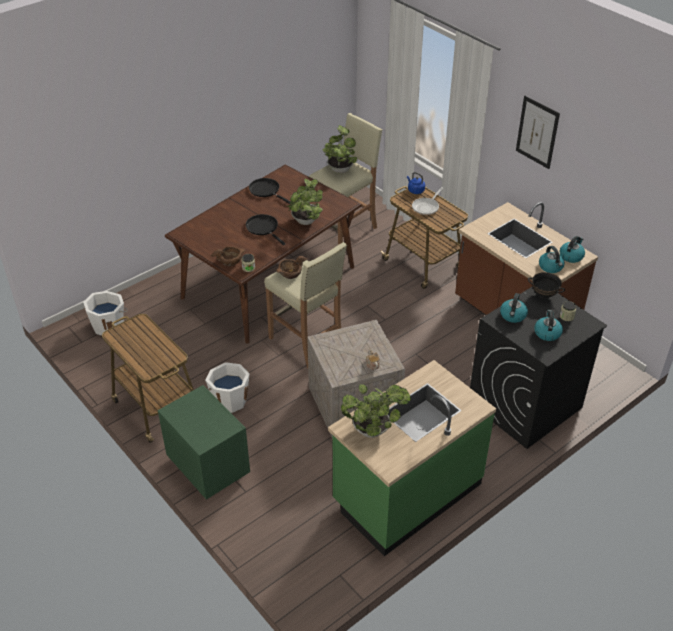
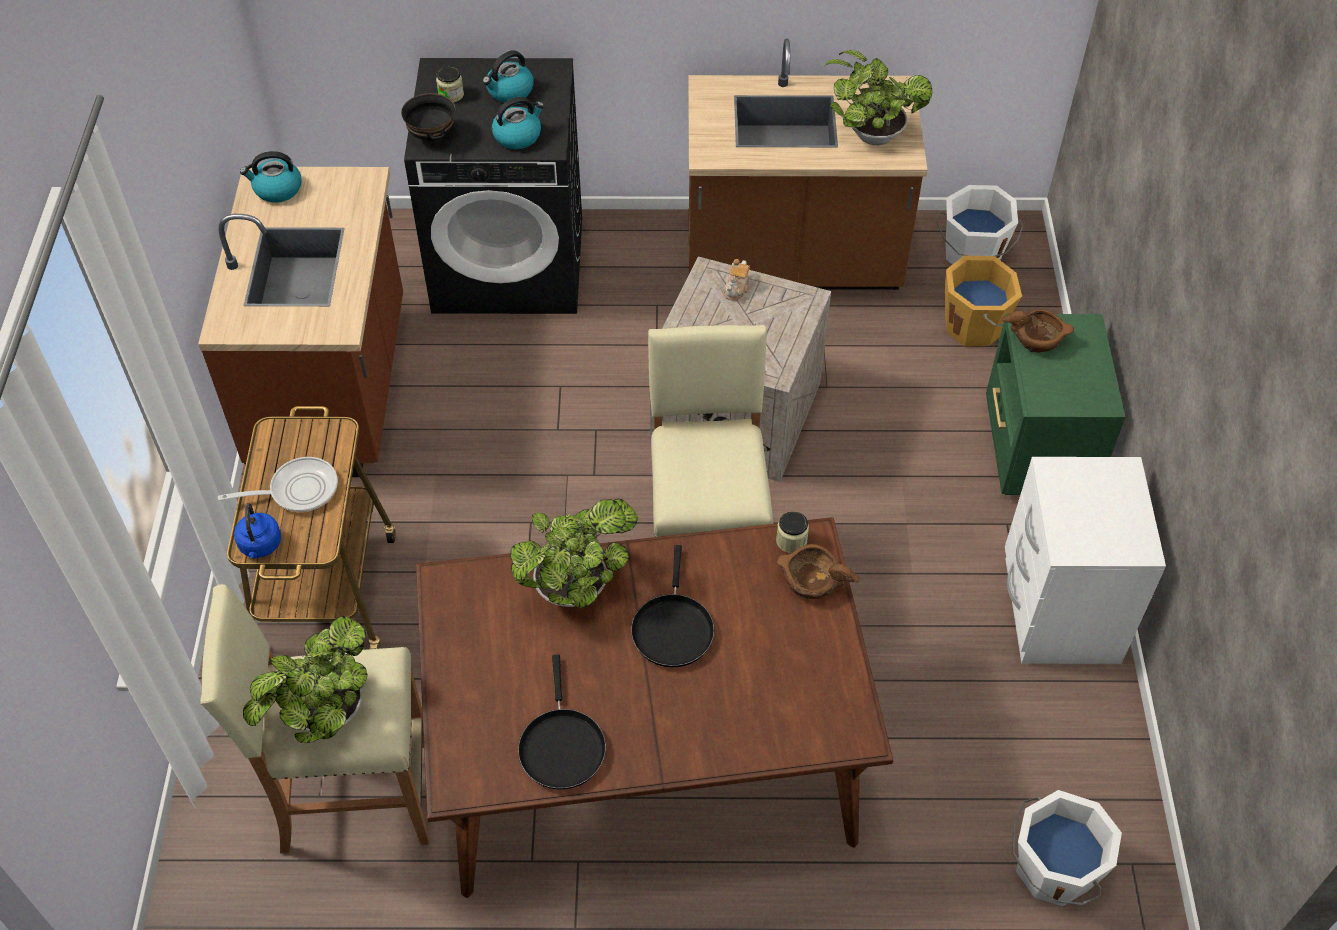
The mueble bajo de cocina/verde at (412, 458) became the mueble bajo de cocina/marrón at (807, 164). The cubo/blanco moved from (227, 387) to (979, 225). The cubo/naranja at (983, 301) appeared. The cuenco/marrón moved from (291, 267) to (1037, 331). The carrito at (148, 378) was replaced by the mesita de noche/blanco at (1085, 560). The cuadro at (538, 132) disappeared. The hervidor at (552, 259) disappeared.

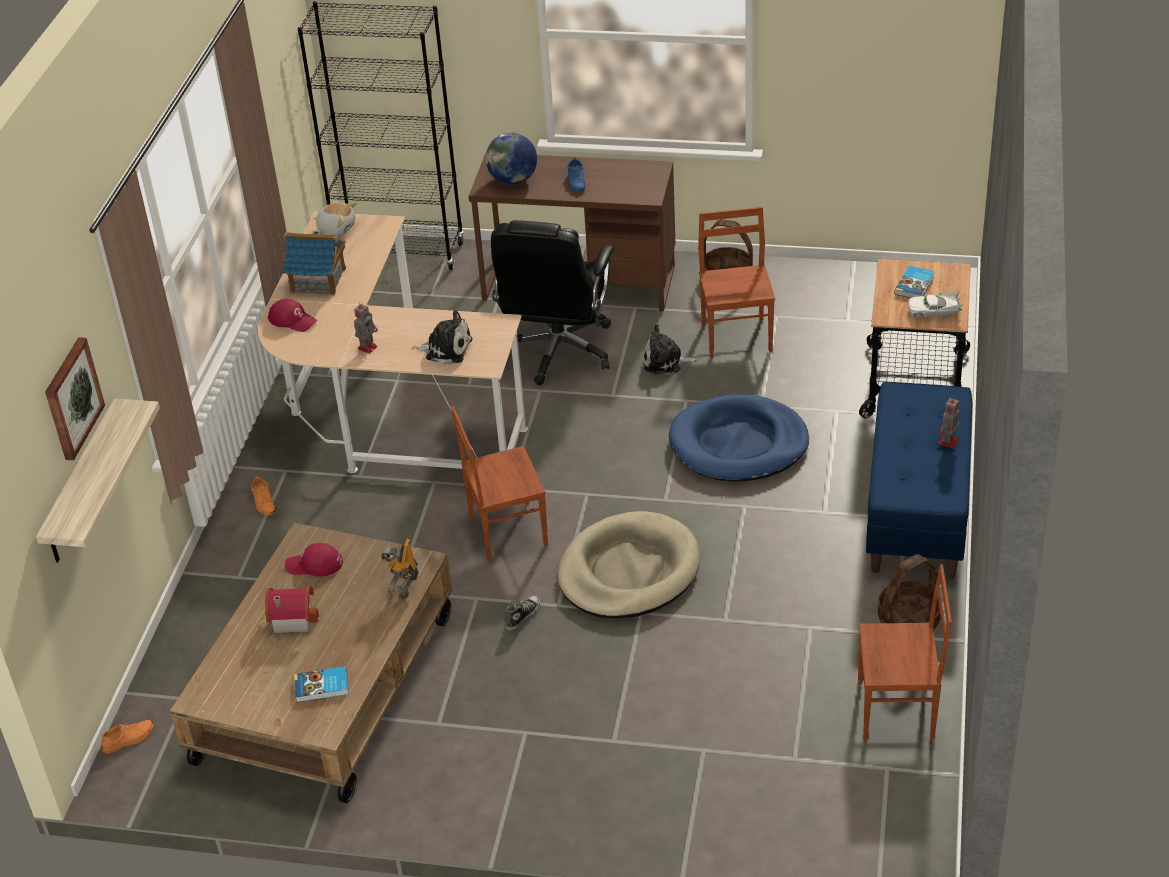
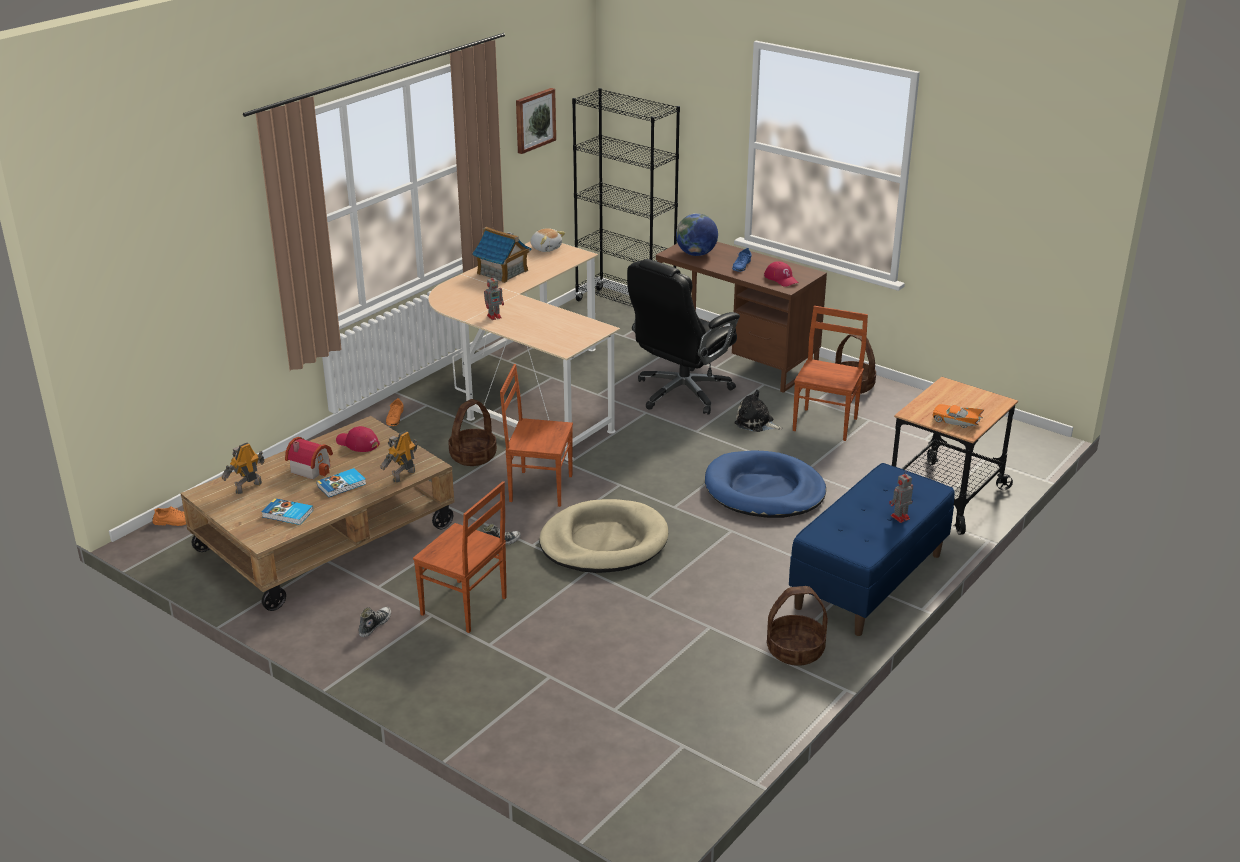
The robot de juguete at (243, 468) appeared. The libro moved from (914, 282) to (341, 482). The zapato at (374, 622) appeared. The silla/marrón moved from (905, 652) to (460, 557). The cesta at (472, 432) appeared. The cuadro moved from (75, 399) to (536, 121). The gorra/rojo moved from (292, 315) to (781, 274). The coche de juguete/blanco at (936, 305) became the coche de juguete/naranja at (958, 416). The estante at (98, 480) disappeared. The peluche at (442, 337) disappeared.

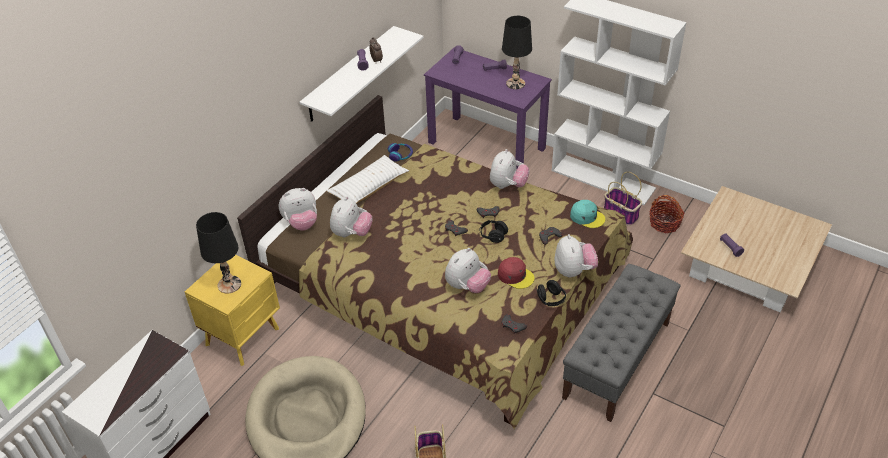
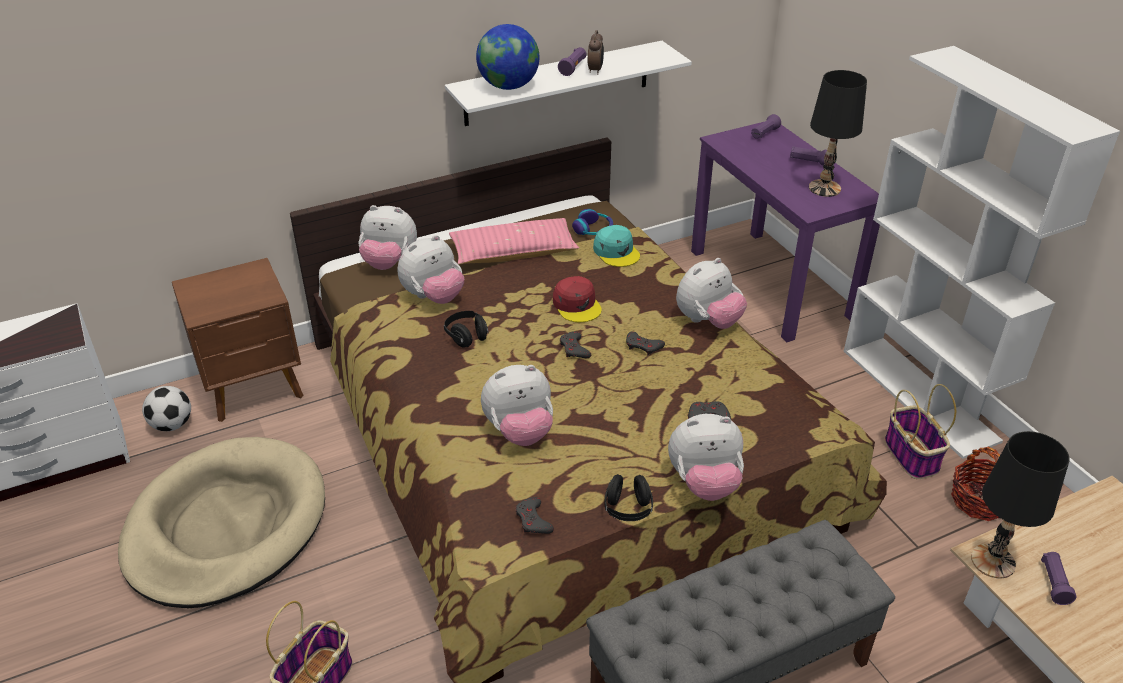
The balón de fútbol at (166, 408) appeared. The mesita de noche/amarillo at (232, 310) became the mesita de noche/marrón at (237, 340). The auriculares/negro moved from (494, 231) to (466, 329). The cojín/blanco at (368, 179) became the cojín/rosa at (514, 241). The globo terráqueo at (507, 57) appeared. The gorra/rojo moved from (516, 273) to (577, 299). The gorra/turquesa moved from (587, 214) to (616, 246). The peluche at (576, 256) turned 60 degrees clockwise. The lámpara de mesa/negro moved from (218, 253) to (1020, 504).

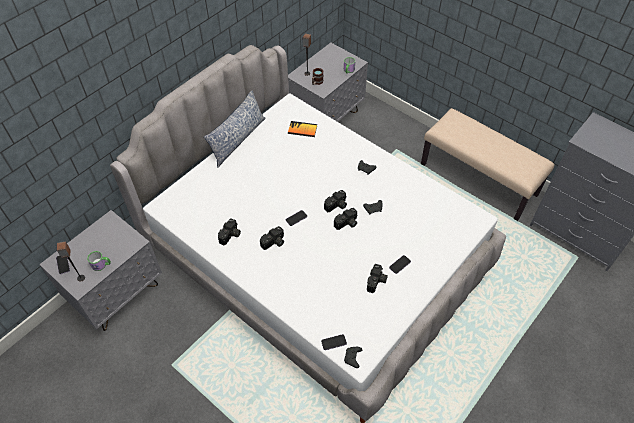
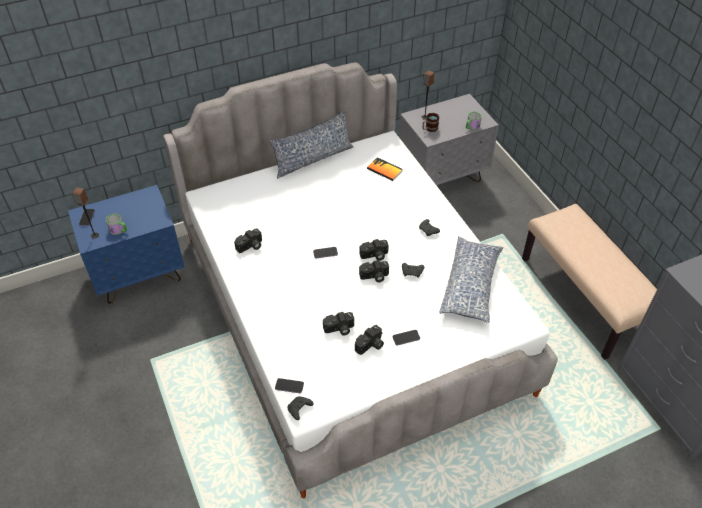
The mesita de noche/gris at (100, 270) became the mesita de noche/azul at (126, 244). The cámara moved from (272, 238) to (338, 323). The cojín at (471, 279) appeared.

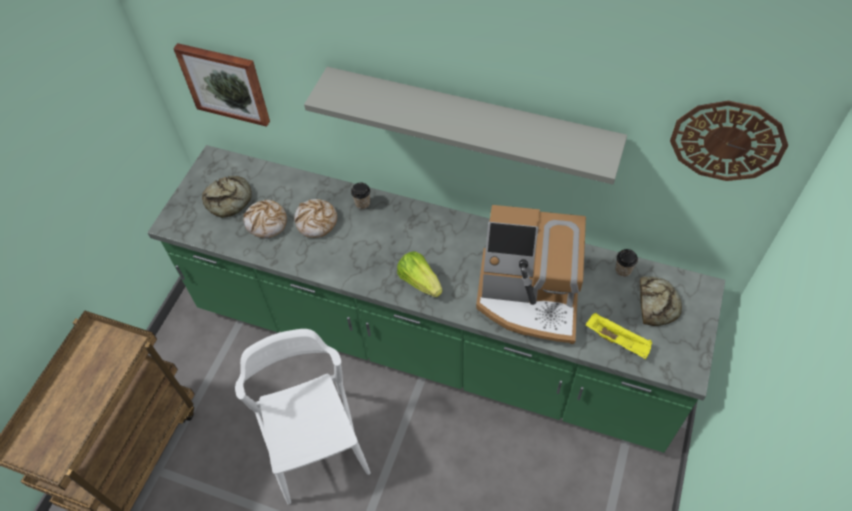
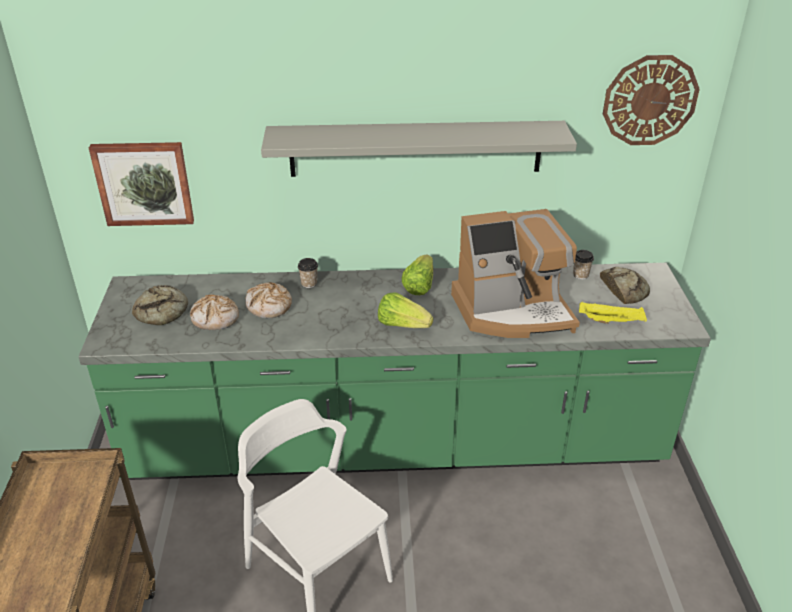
The lechuga at (417, 274) appeared.

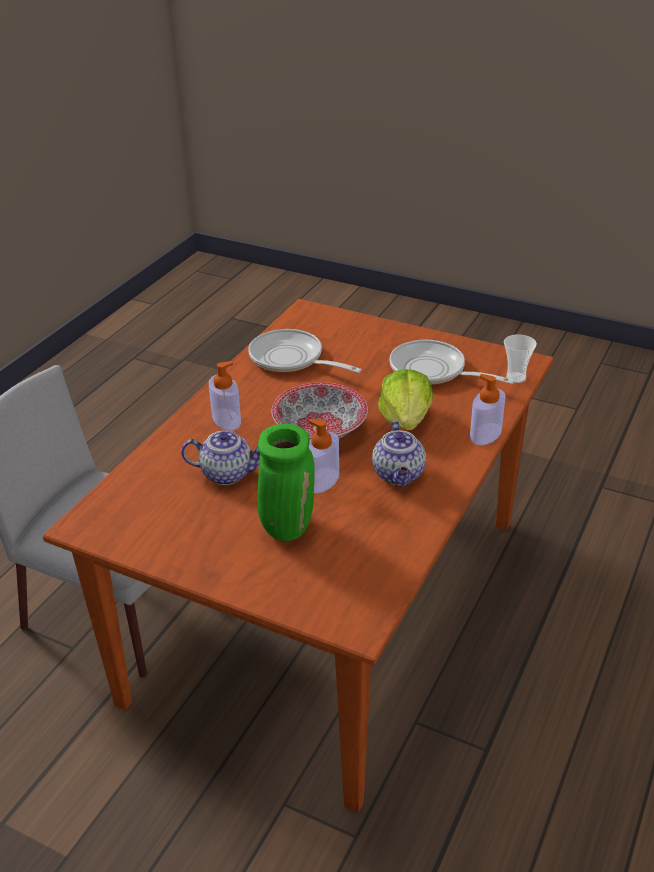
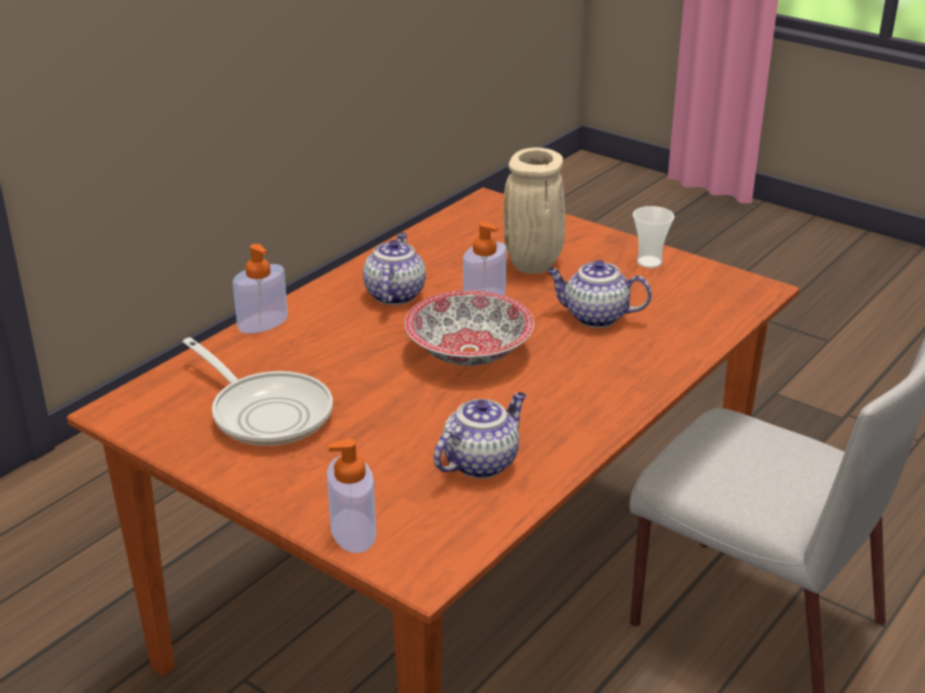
The dispensador de jabón moved from (225, 396) to (351, 496). The sartén at (305, 351) was replaced by the tetera at (479, 435). The florero/verde at (286, 482) became the florero/beis at (534, 211). The taza moved from (520, 358) to (653, 237). The lechuga at (405, 399) disappeared.

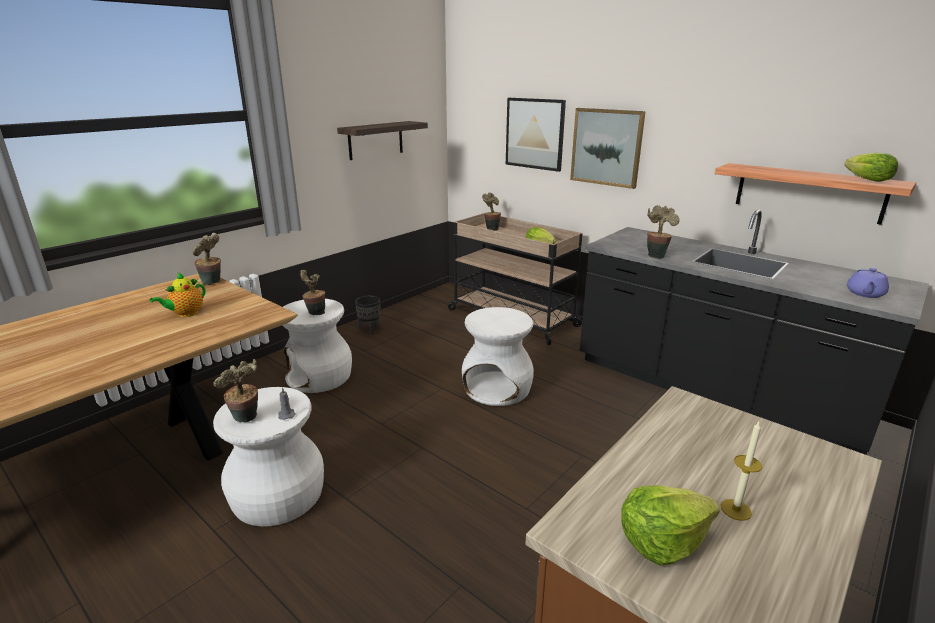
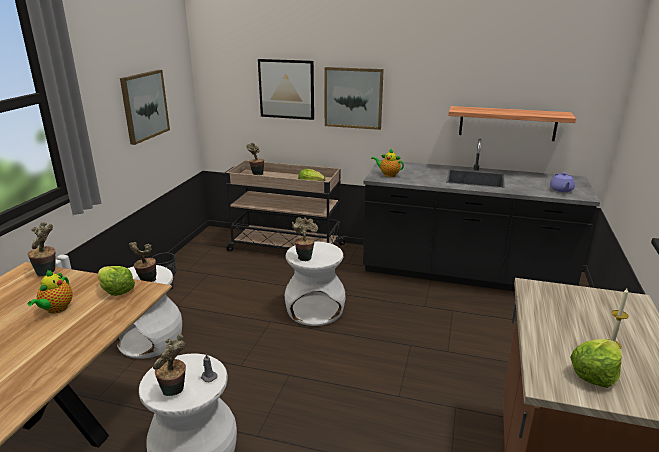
The lechuga moved from (871, 167) to (116, 281). The estante at (382, 140) was replaced by the cuadro at (145, 107). The planta en maceta moved from (663, 232) to (305, 239). The tetera at (387, 163) appeared.

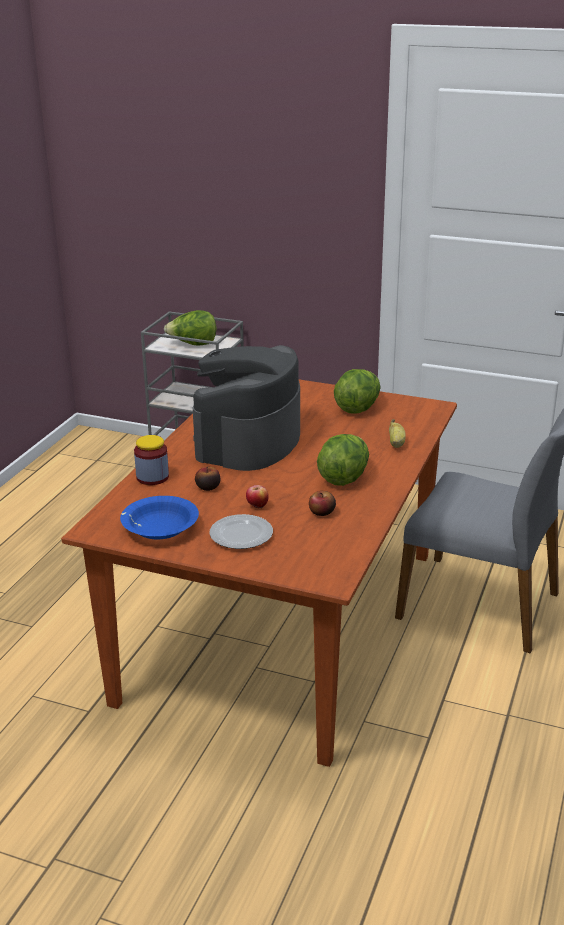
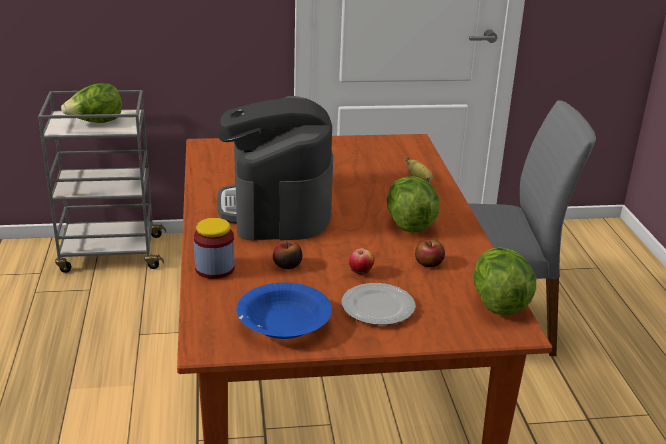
The lechuga moved from (357, 391) to (505, 281).

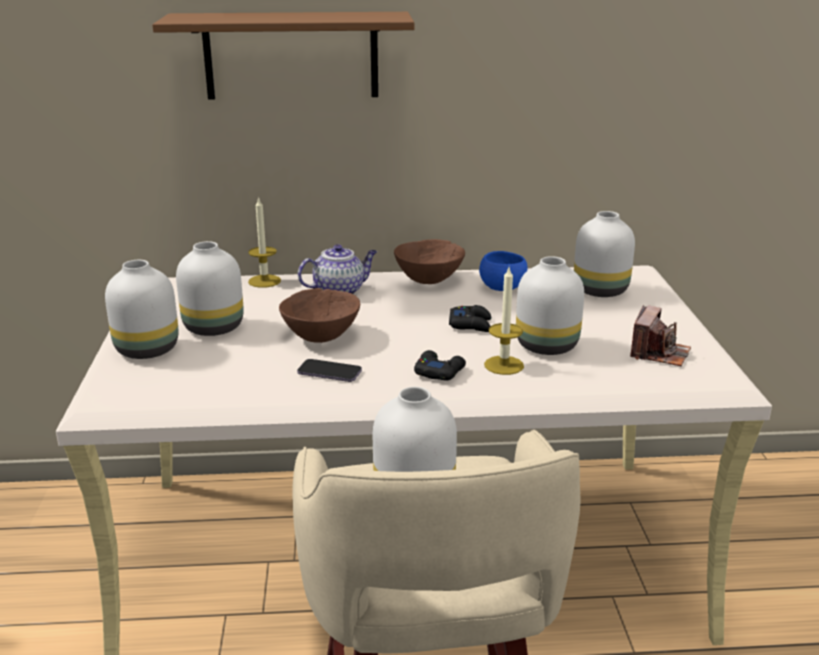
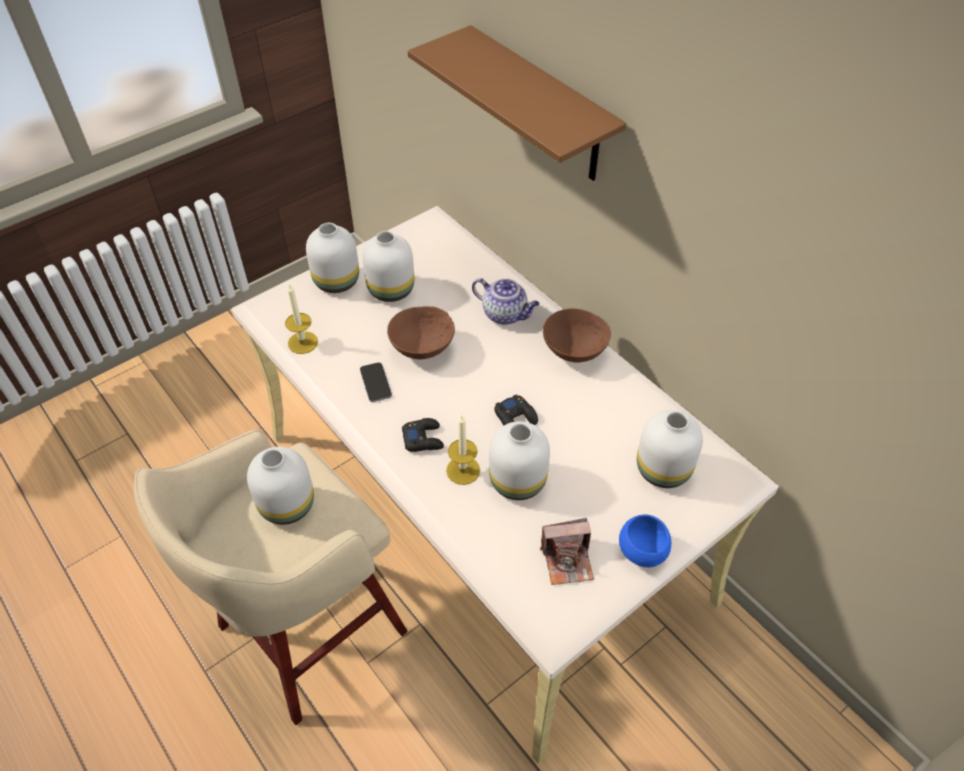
The vela moved from (264, 242) to (301, 319). The cuenco/azul moved from (503, 271) to (645, 540).

